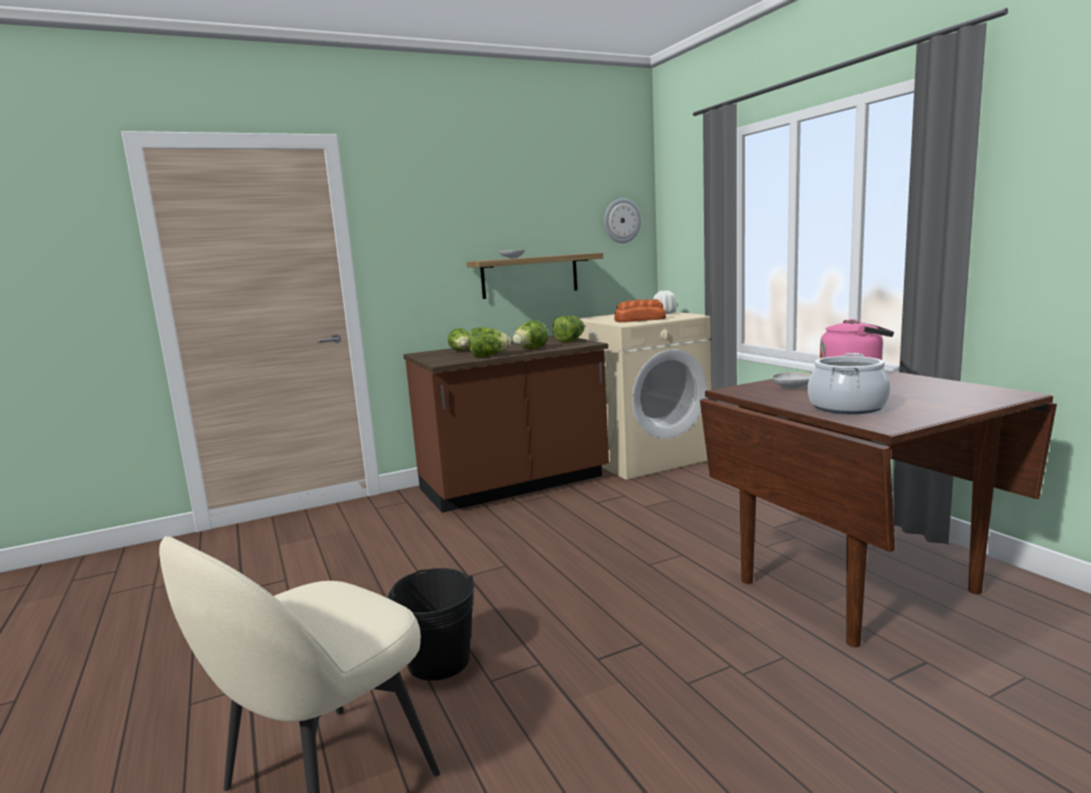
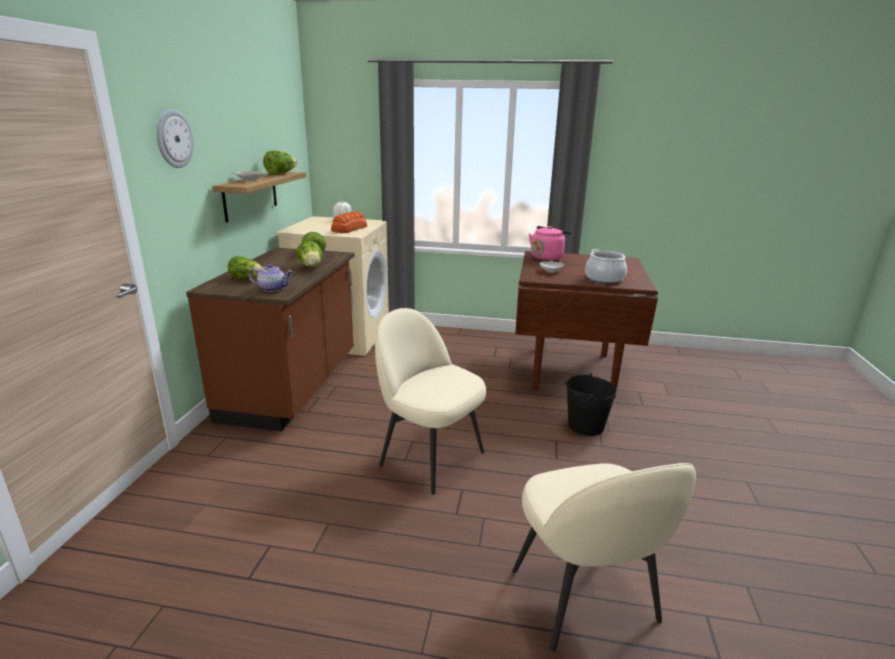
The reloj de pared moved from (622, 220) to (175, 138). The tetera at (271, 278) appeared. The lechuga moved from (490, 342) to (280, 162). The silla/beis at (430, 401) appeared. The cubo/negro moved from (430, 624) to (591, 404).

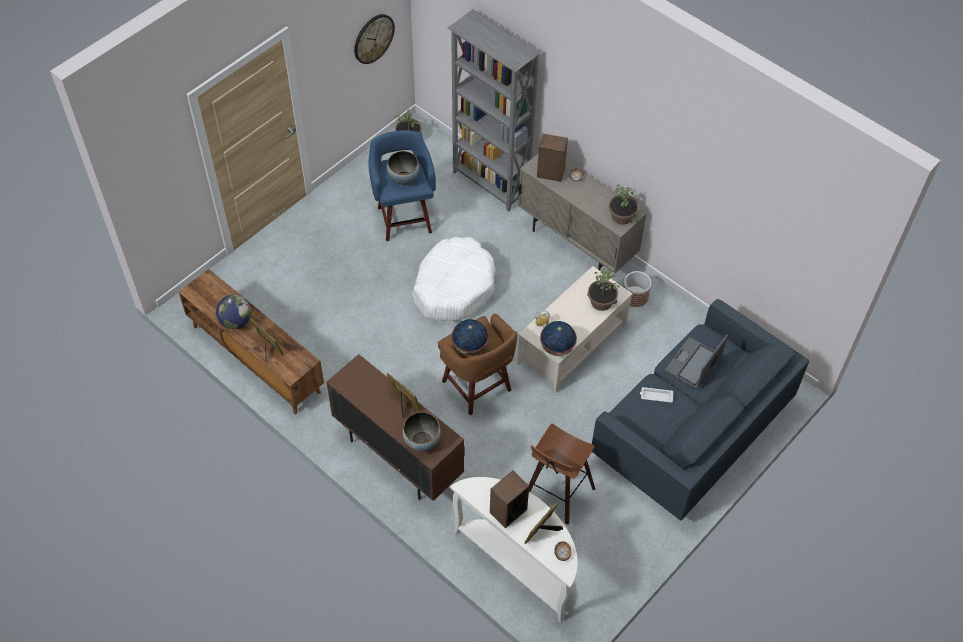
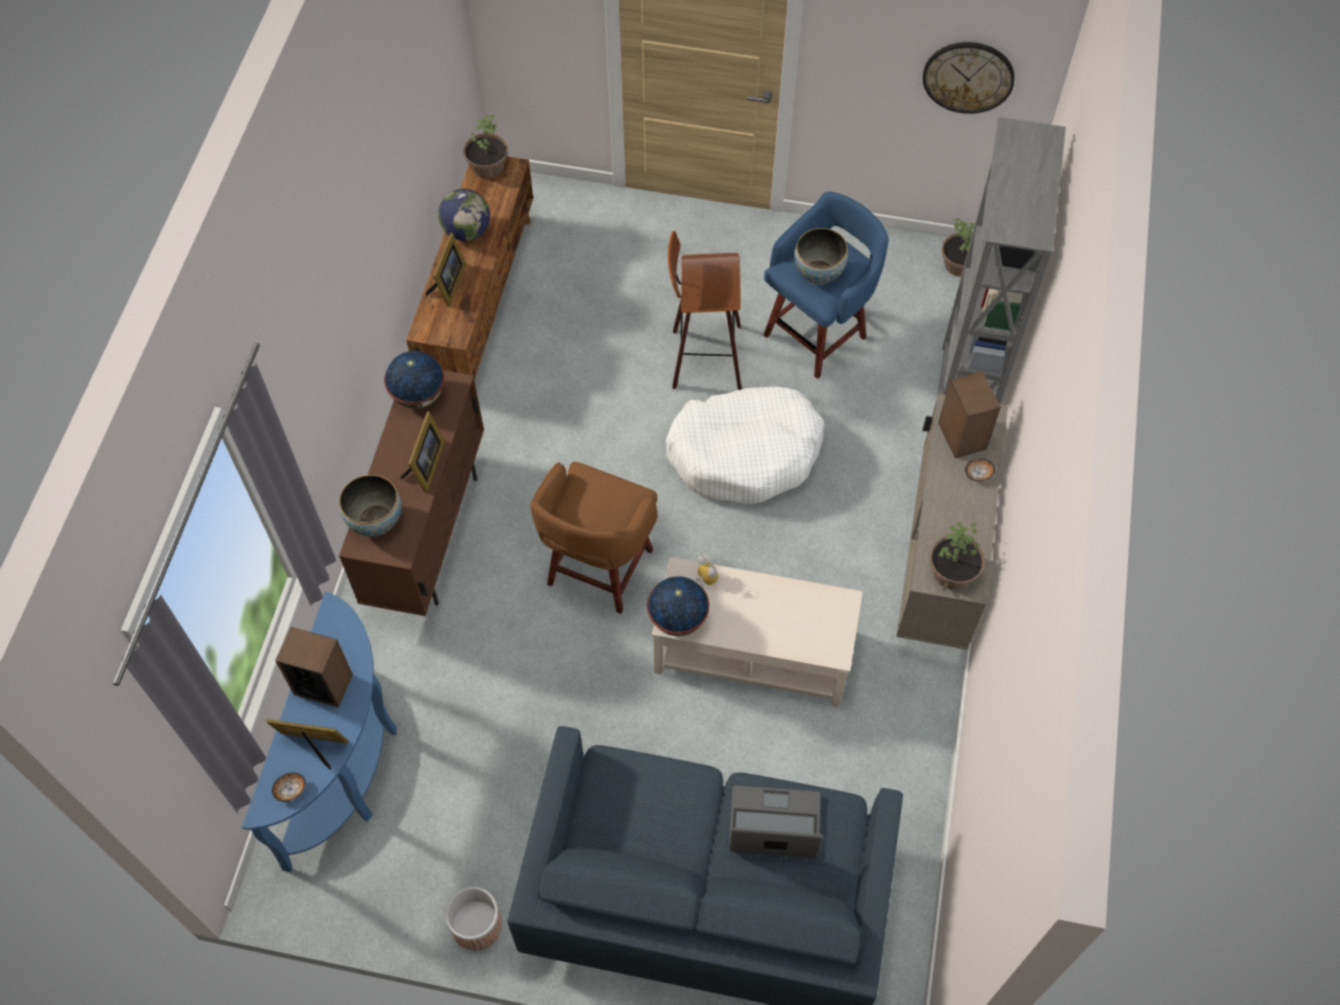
The mesa consola/blanco at (514, 550) became the mesa consola/azul at (319, 732). The globo terráqueo moved from (470, 337) to (414, 379). The maceta moved from (637, 289) to (473, 918). The planta en maceta moved from (603, 289) to (485, 147). The taburete moved from (562, 474) to (705, 310). The bandeja/blanco at (656, 395) disappeared.

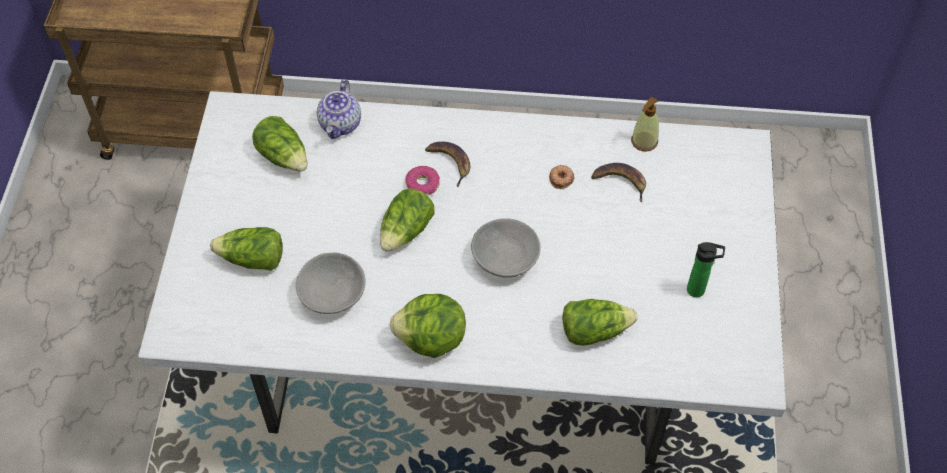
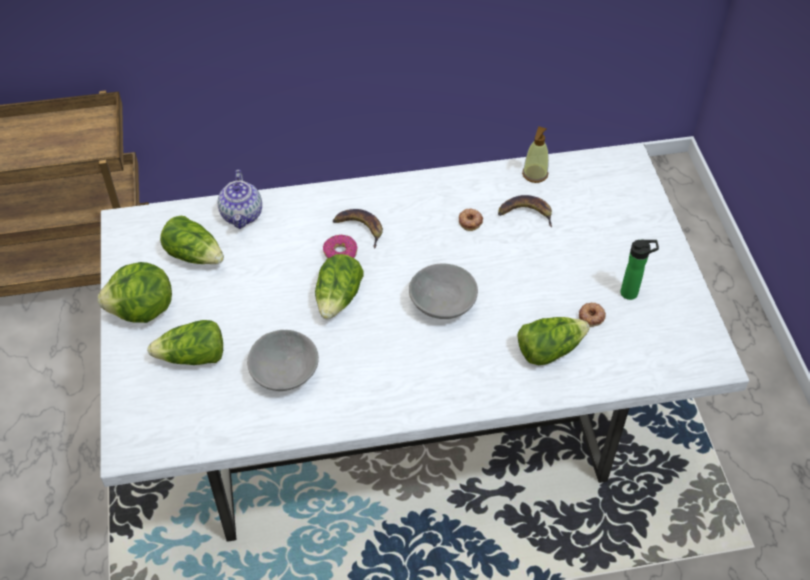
The lechuga moved from (427, 326) to (135, 292). The rosquilla at (592, 315) appeared.

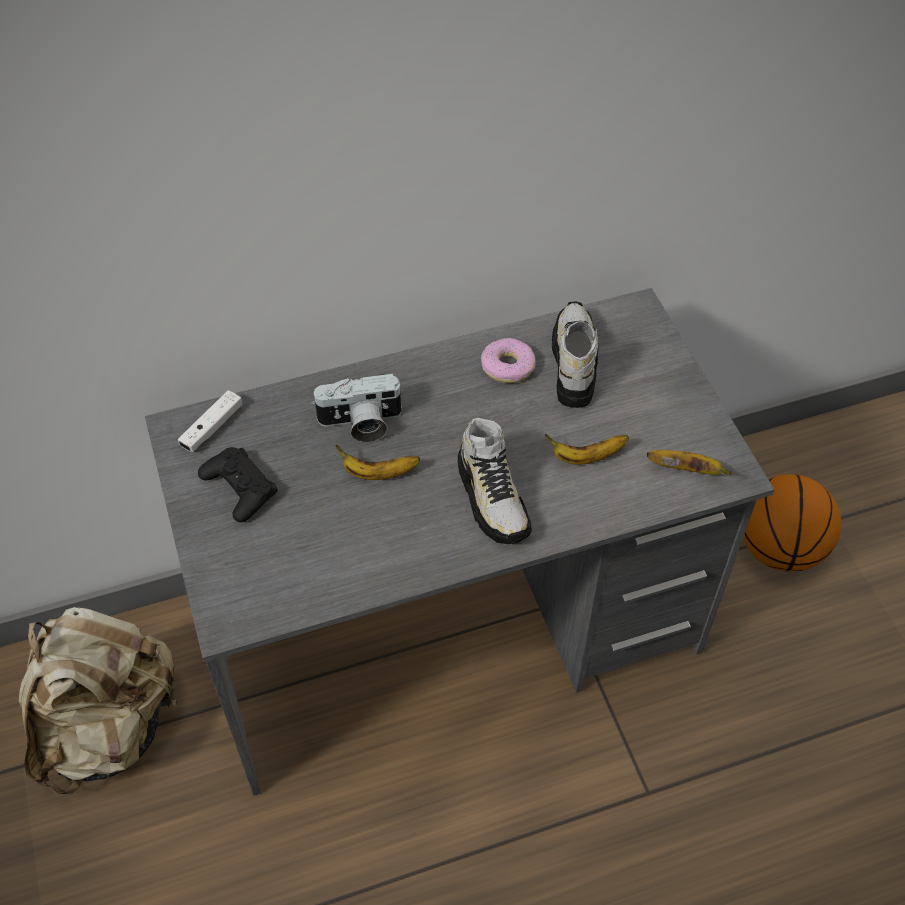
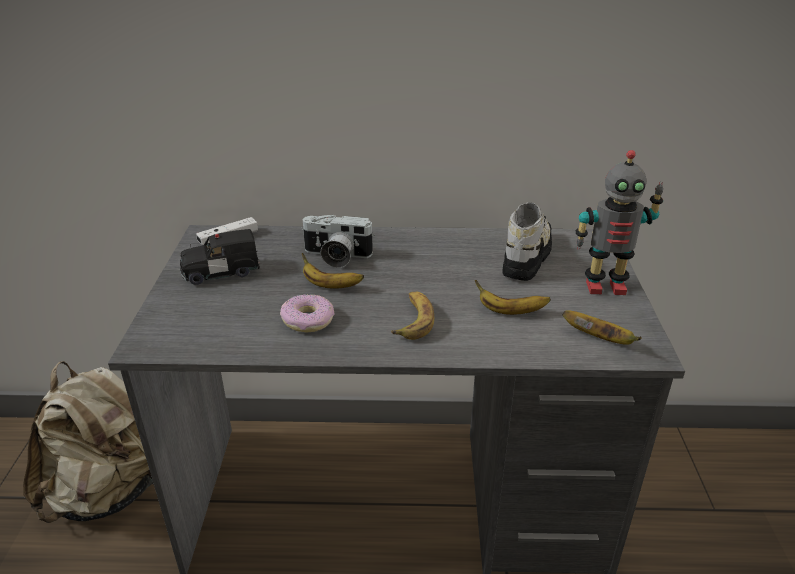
The mando de consola/negro at (238, 484) was replaced by the coche de juguete/negro at (220, 257). The rosquilla moved from (508, 360) to (307, 313). The zapato at (495, 481) was replaced by the plátano at (412, 316). The robot de juguete at (619, 222) appeared. The balón de baloncesto at (792, 523) disappeared.

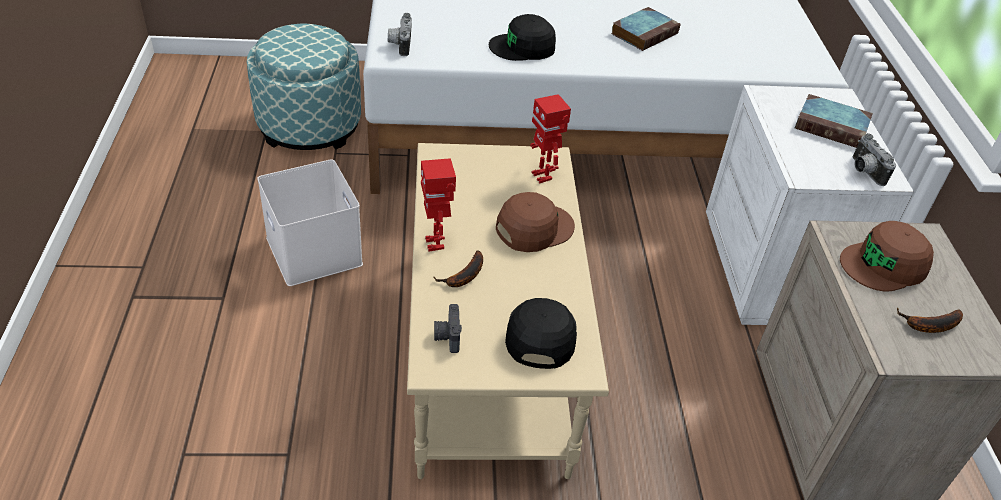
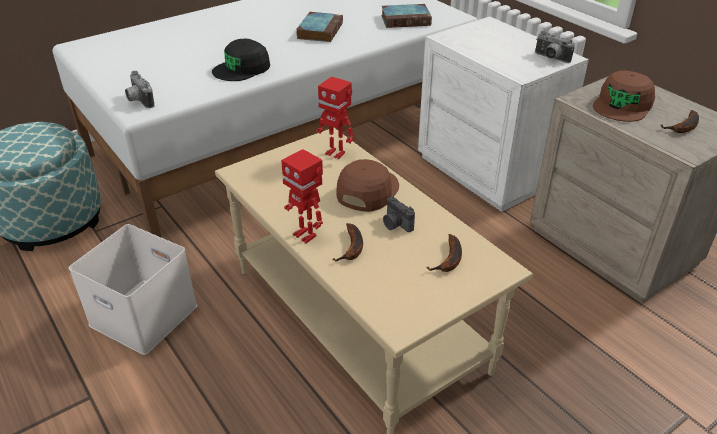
The libro moved from (834, 121) to (406, 16). The cámara moved from (448, 328) to (399, 214). The gorra/negro at (541, 333) was replaced by the plátano at (444, 253).

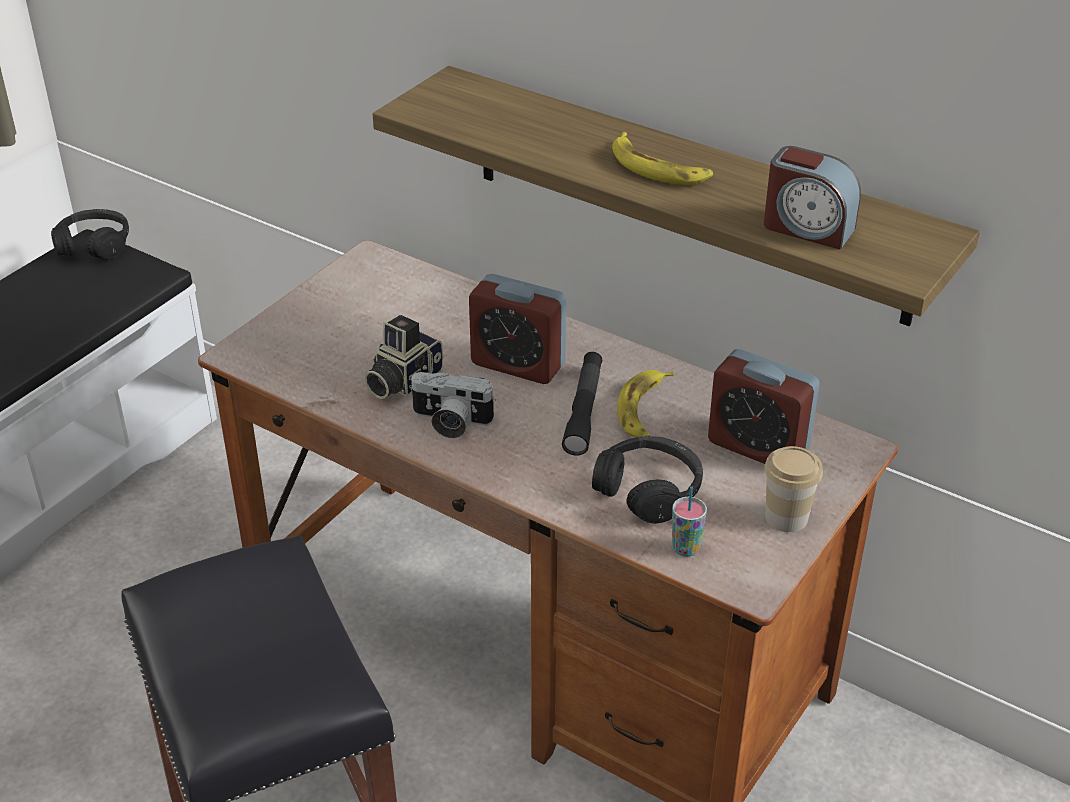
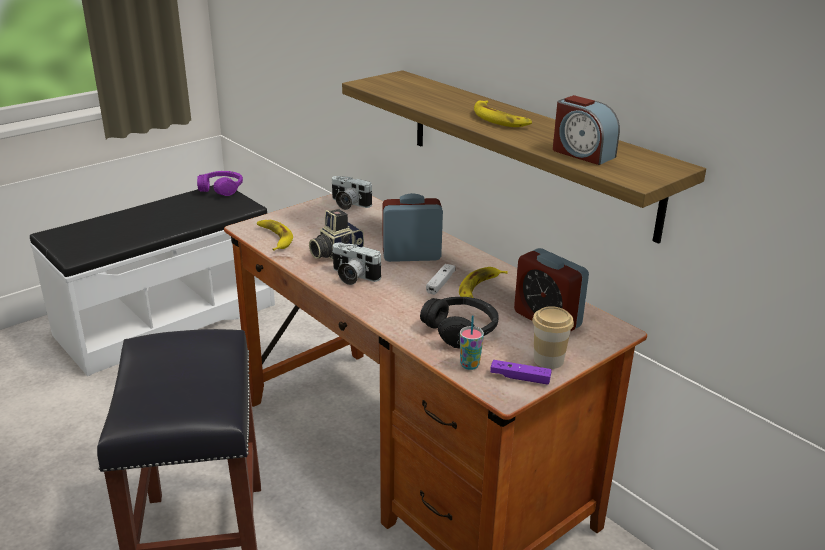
The auriculares/negro at (90, 234) became the auriculares/morado at (220, 183). The plátano at (275, 235) appeared. The cámara at (352, 193) appeared. The despertador at (517, 329) turned 135 degrees clockwise. The linterna/negro at (582, 404) was replaced by the mando de consola/blanco at (440, 279). The mando de consola/morado at (521, 372) appeared.

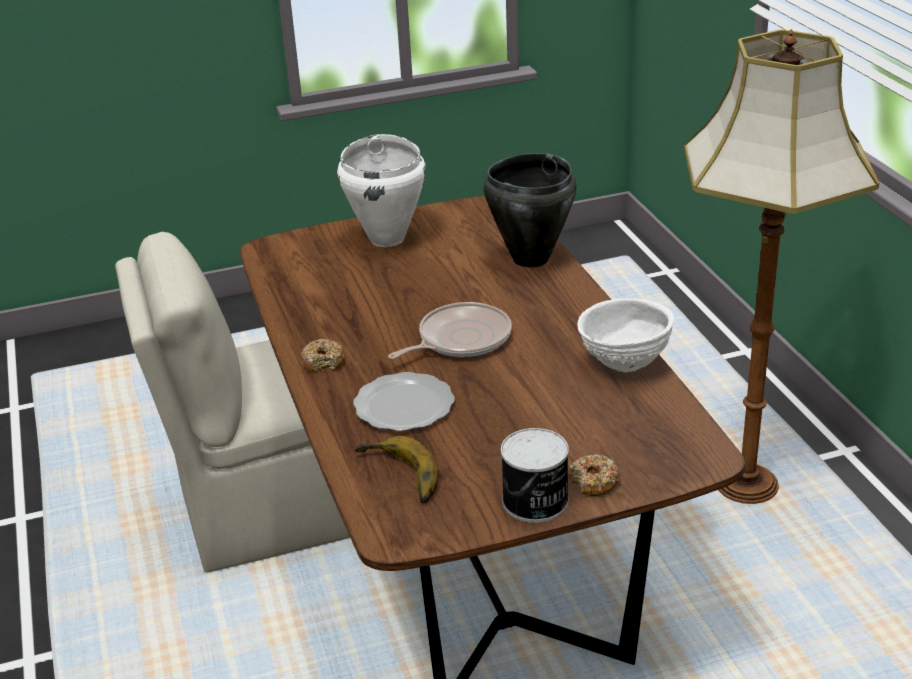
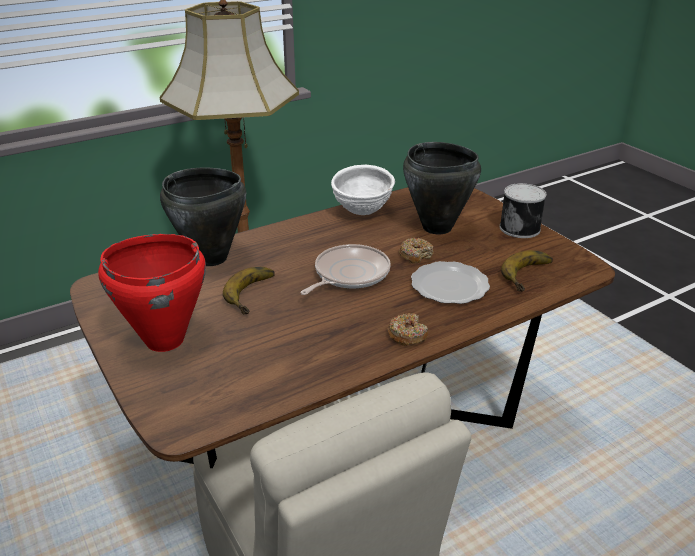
The olla/blanco at (381, 190) became the olla/rojo at (152, 293). The plátano at (249, 290) appeared. The sartén at (450, 330) turned 90 degrees clockwise. The rosquilla moved from (594, 475) to (416, 251). The olla/negro at (442, 188) appeared.

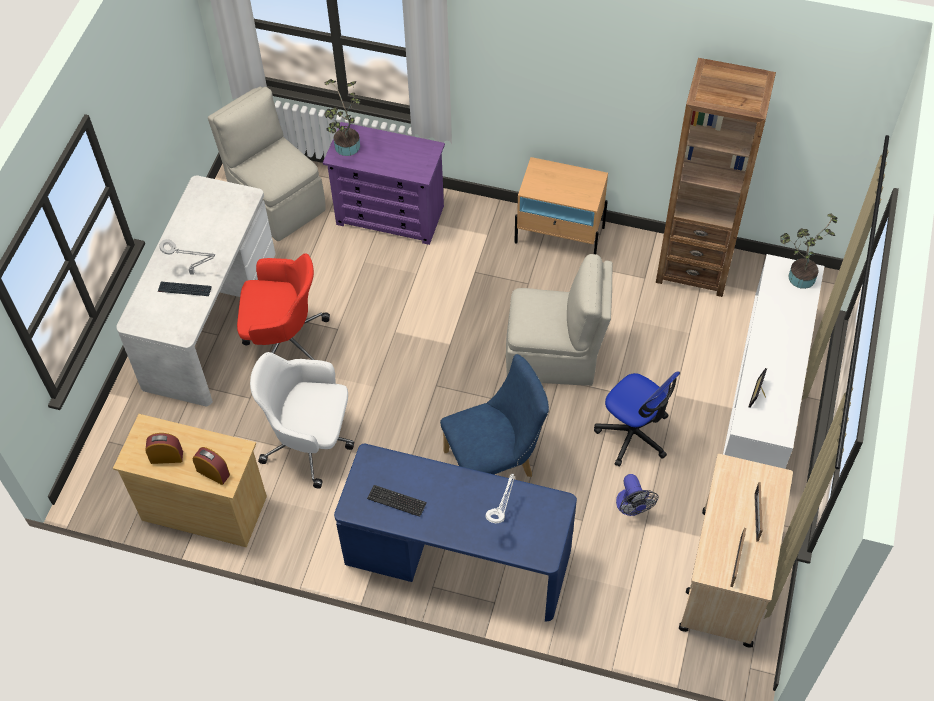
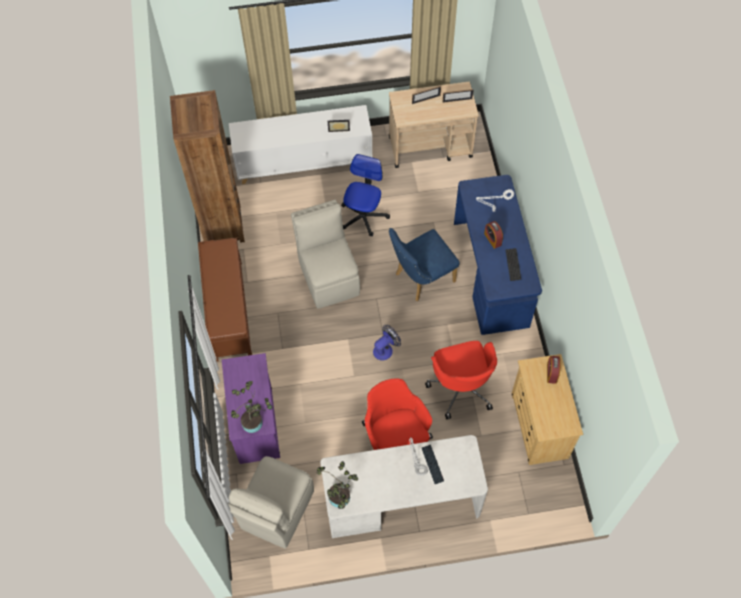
The mesita de noche/beis at (561, 205) was replaced by the banco/marrón at (225, 299). The planta en maceta moved from (809, 251) to (337, 485). The ventilador moved from (637, 495) to (387, 342). The silla/azul at (494, 415) turned 75 degrees counterclockwise. The silla de oficina/blanco at (302, 420) became the silla de oficina/rojo at (461, 380). The despertador moved from (164, 448) to (493, 235).

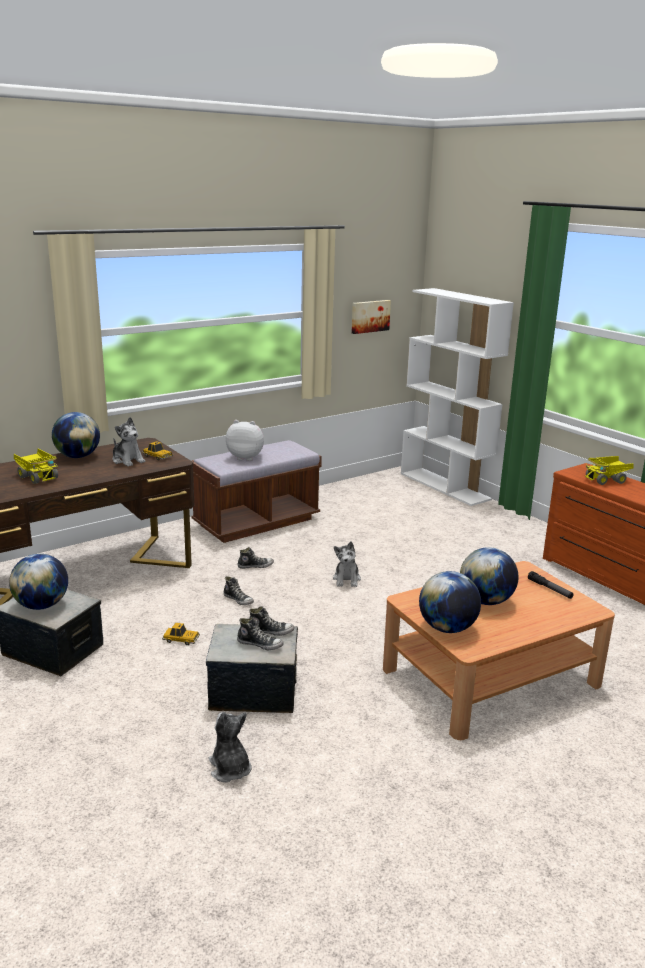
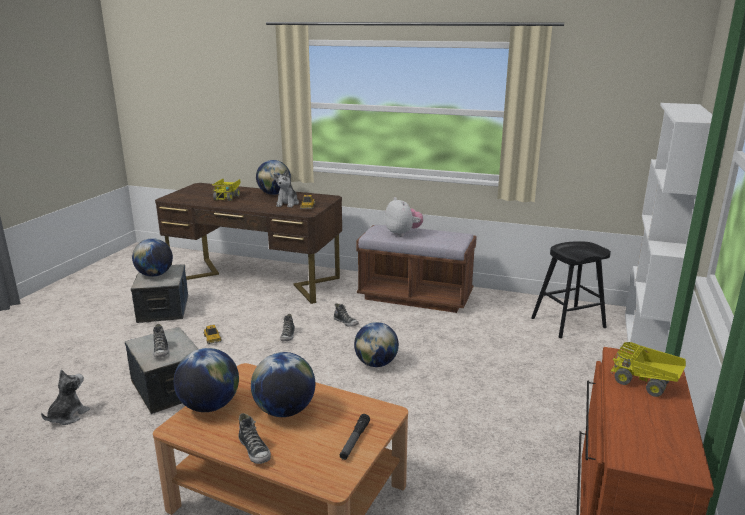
The zapato moved from (271, 621) to (254, 438). The peluche at (347, 564) was replaced by the globo terráqueo at (376, 344). The taburete/negro at (571, 289) appeared. The cuadro at (371, 317) disappeared.

